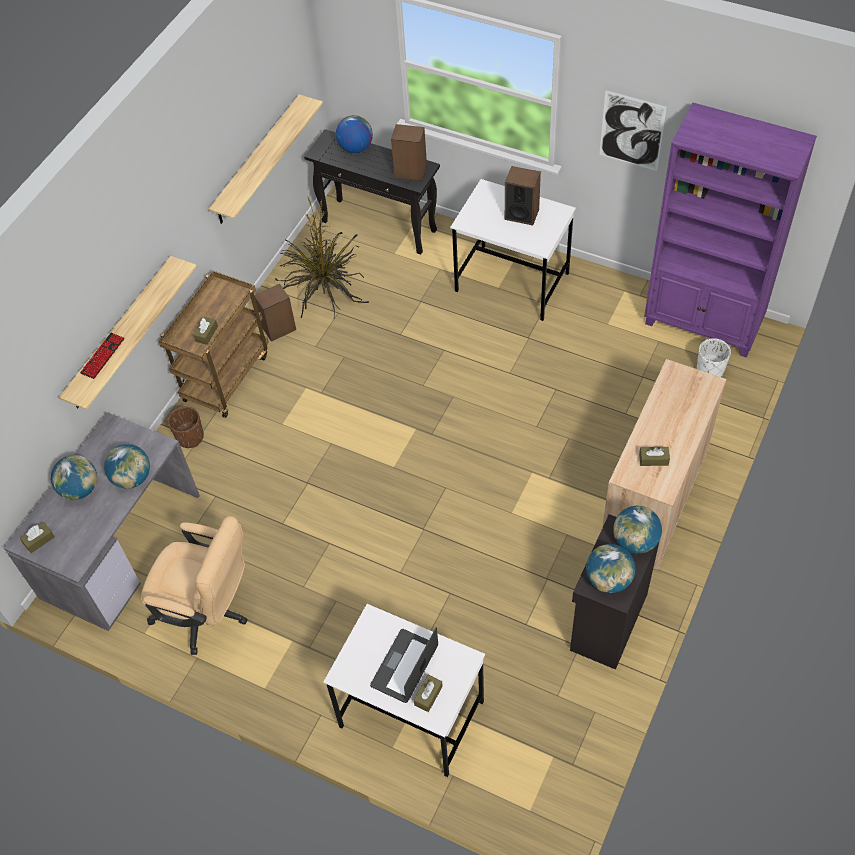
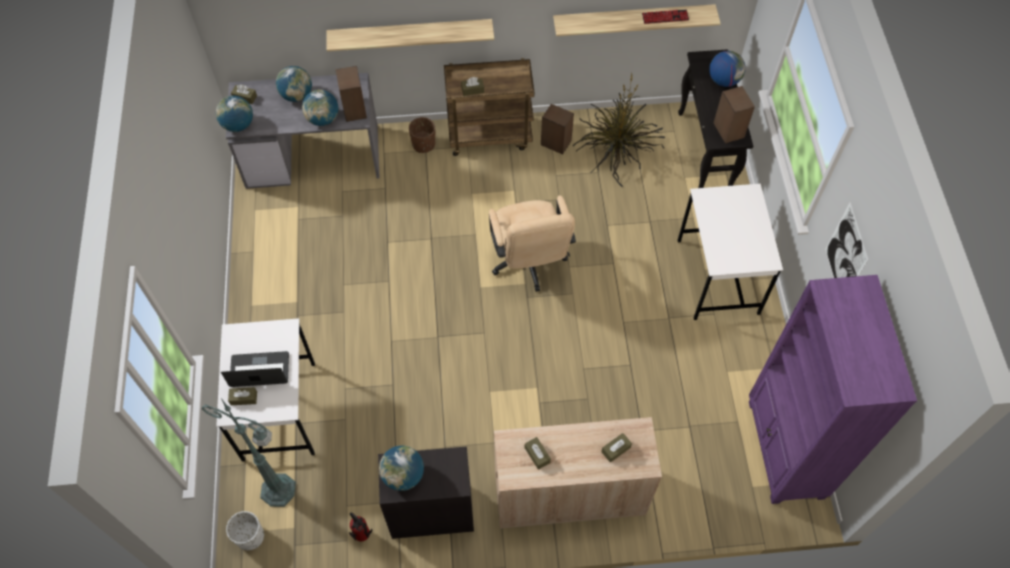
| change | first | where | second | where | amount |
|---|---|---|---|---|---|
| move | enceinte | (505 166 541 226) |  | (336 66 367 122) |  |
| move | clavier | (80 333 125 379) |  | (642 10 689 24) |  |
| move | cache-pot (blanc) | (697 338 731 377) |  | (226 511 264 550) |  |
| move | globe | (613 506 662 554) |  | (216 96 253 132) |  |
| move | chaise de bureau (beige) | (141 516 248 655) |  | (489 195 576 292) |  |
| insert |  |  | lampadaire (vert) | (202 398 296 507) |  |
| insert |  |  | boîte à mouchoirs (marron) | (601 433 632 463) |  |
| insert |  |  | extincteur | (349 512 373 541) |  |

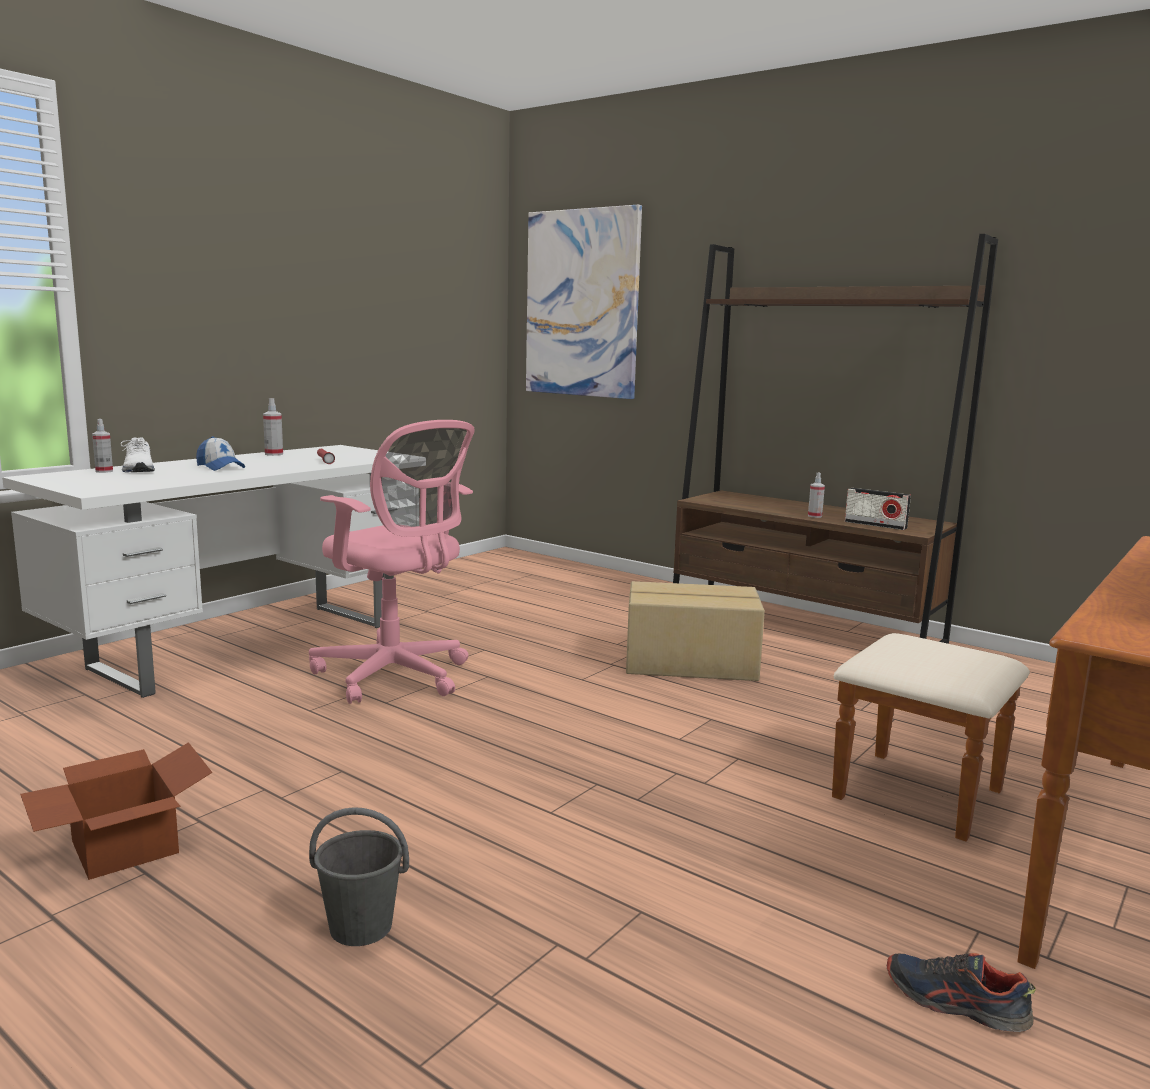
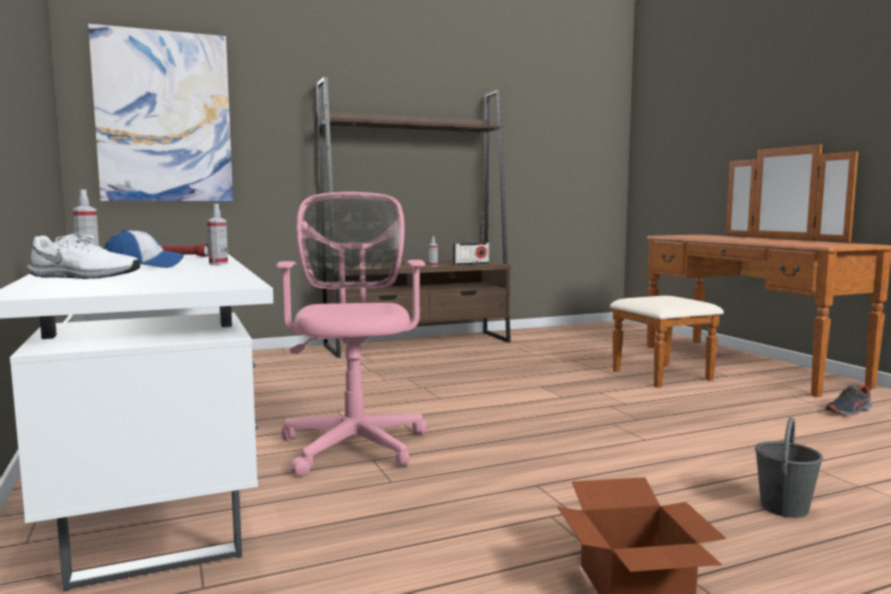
| change | first | where | second | where | amount |
|---|---|---|---|---|---|
| move | vaporisateur | (92 419 113 473) |  | (207 204 228 265) |  |
| rotate | chaise de bureau (rose) | (309 420 475 704) |  | (276 192 427 477) | 75 degrees counterclockwise |
| delete | carton | (626 581 765 681) |  |  |  |

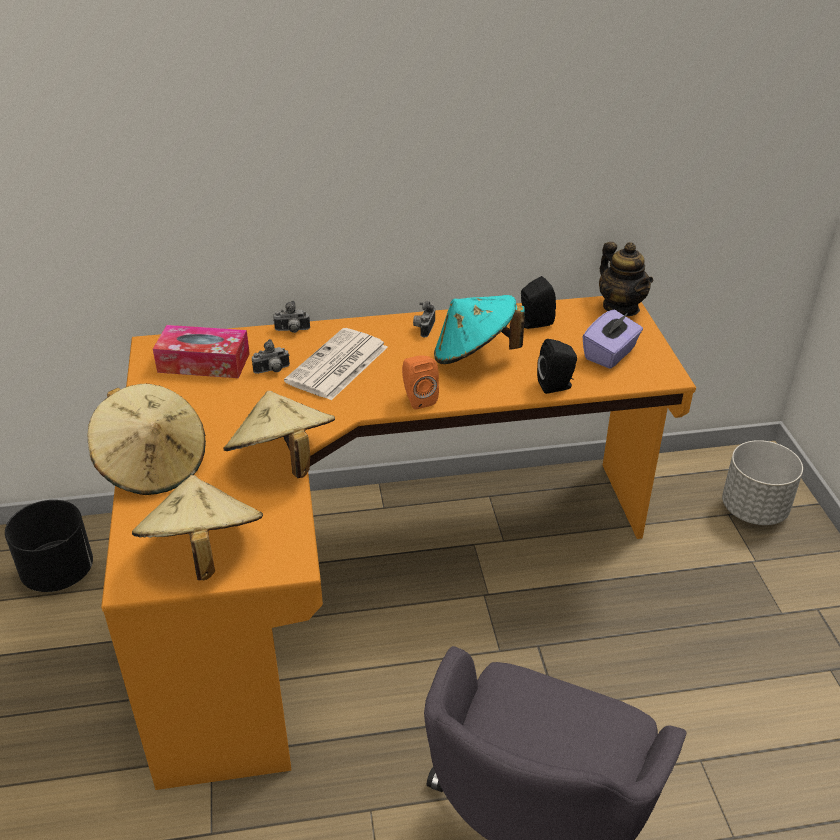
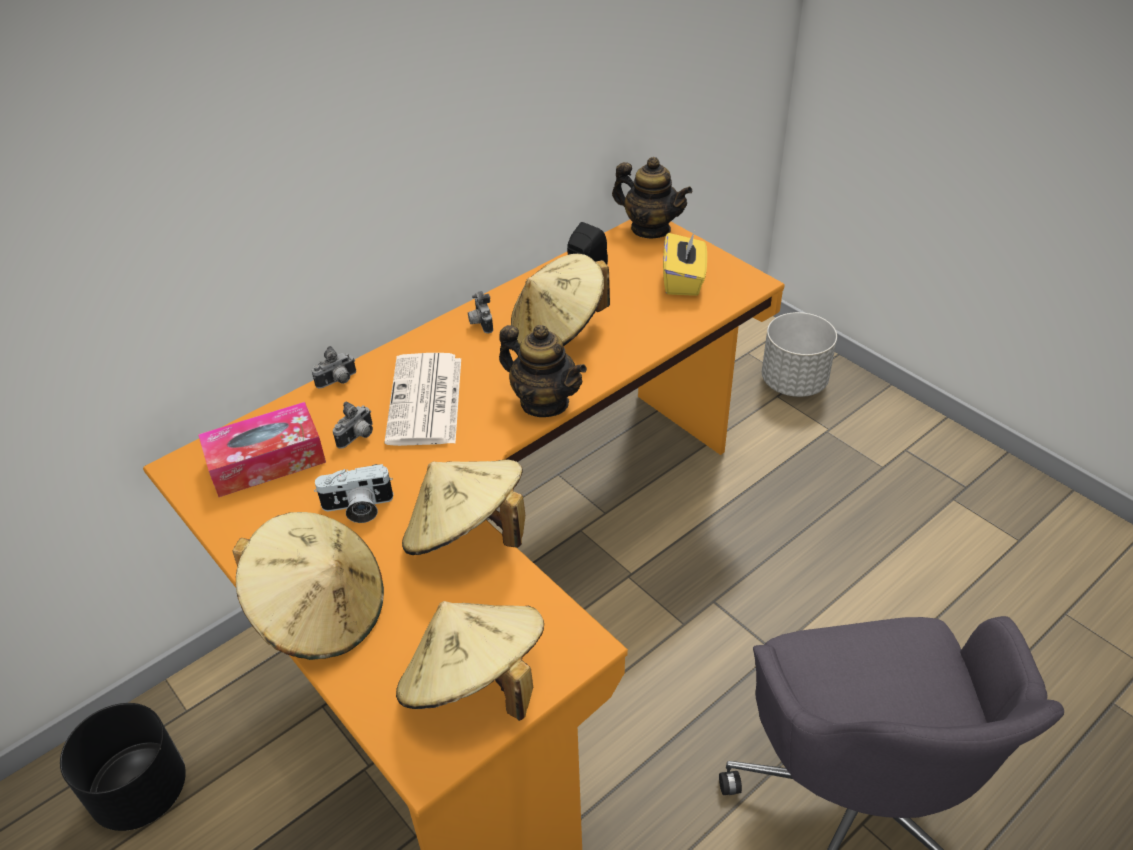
| change | first | where | second | where | amount |
|---|---|---|---|---|---|
| recolor | chapeau (turquoise) | (434 295 525 364) | chapeau (beige) | (511 254 610 346) |  |
| recolor | boîte à mouchoirs (violet) | (583 310 643 369) | boîte à mouchoirs (jaune) | (663 231 707 296) |  |
| delete | enceinte (noir) | (537 339 577 394) |  |  |  |
| replace | enceinte (orange) | (402 355 439 410) | théière | (499 325 587 417) |  |
| insert |  |  | appareil photo | (314 464 394 523) |  |

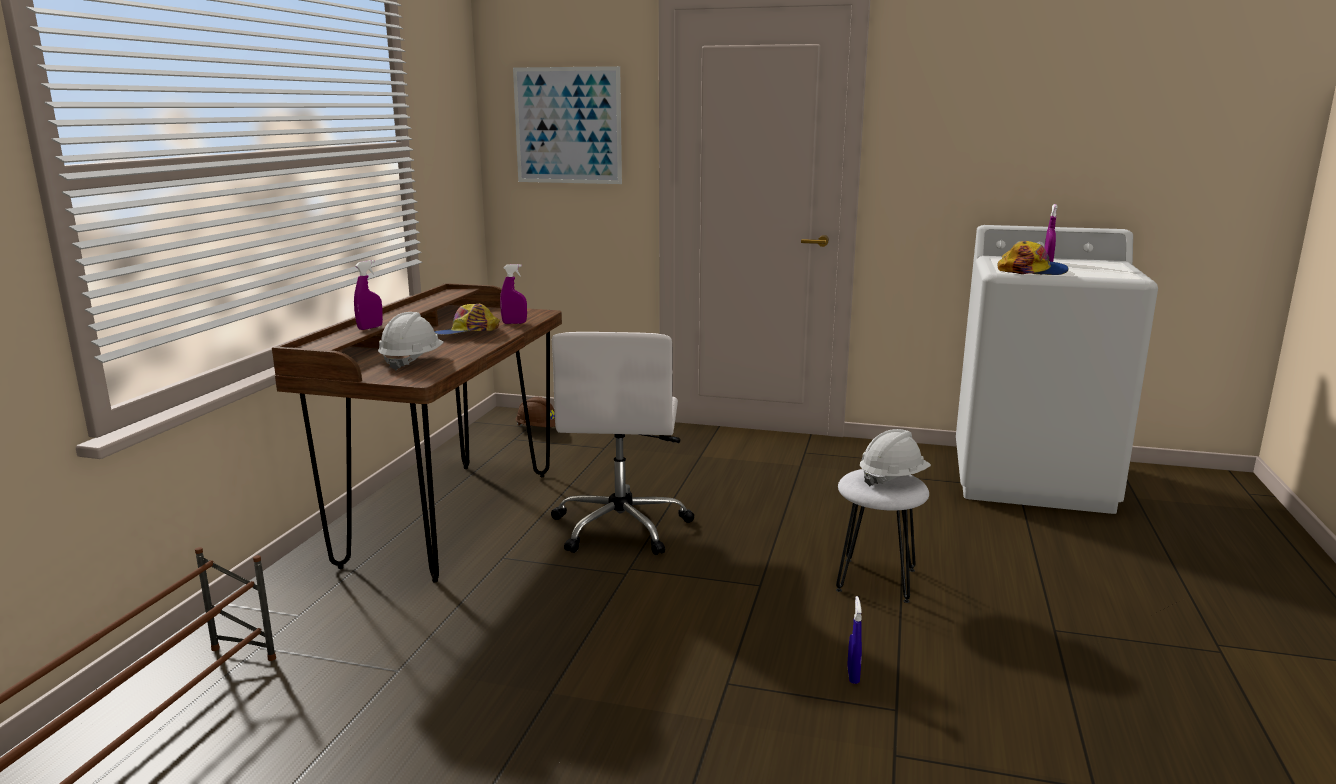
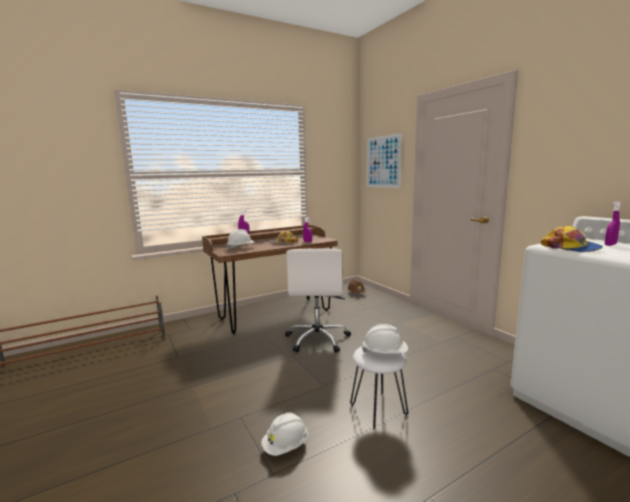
| change | first | where | second | where | amount |
|---|---|---|---|---|---|
| rotate | chaise de bureau (blanc) | (551 332 695 555) |  | (285 248 351 353) | 45 degrees counterclockwise |
| replace | vaporisateur (bleu) | (847 596 862 684) | casque de chantier (blanc) | (261 412 308 456) |  |

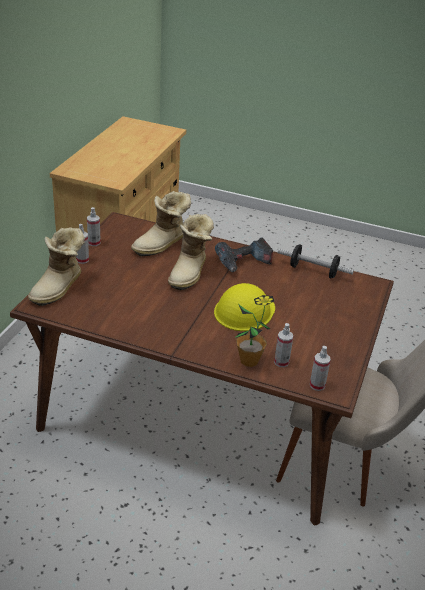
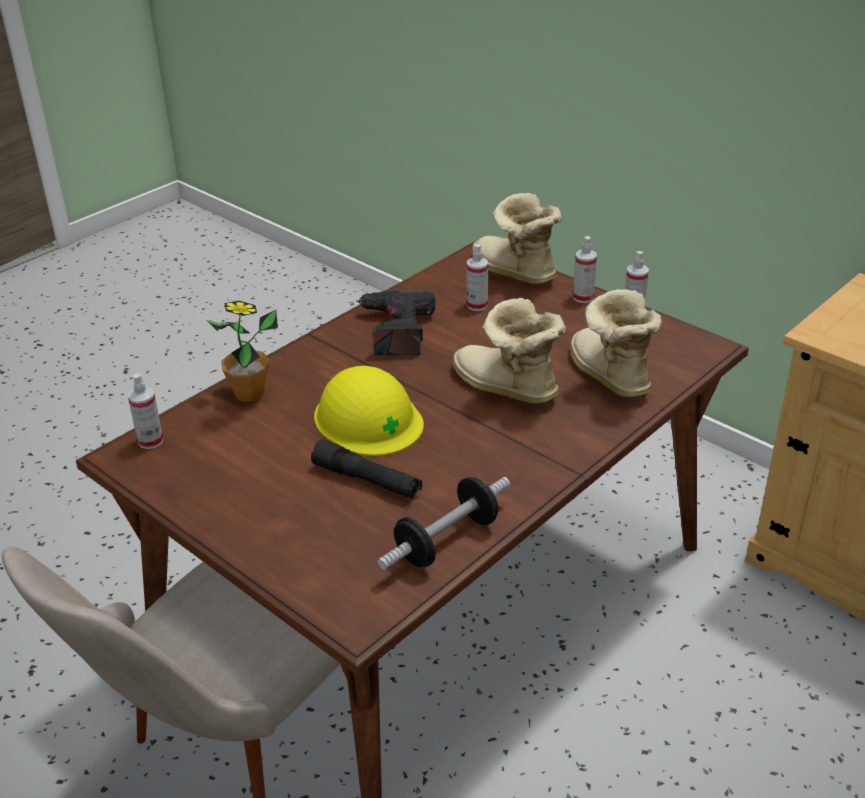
| change | first | where | second | where | amount |
|---|---|---|---|---|---|
| move | perceuse | (215 237 273 272) |  | (357 290 436 356) |  |
| move | vaporisateur | (274 323 294 367) |  | (467 244 488 311) |  |
| insert |  |  | lampe de poche (noir) | (311 440 422 499) |  |

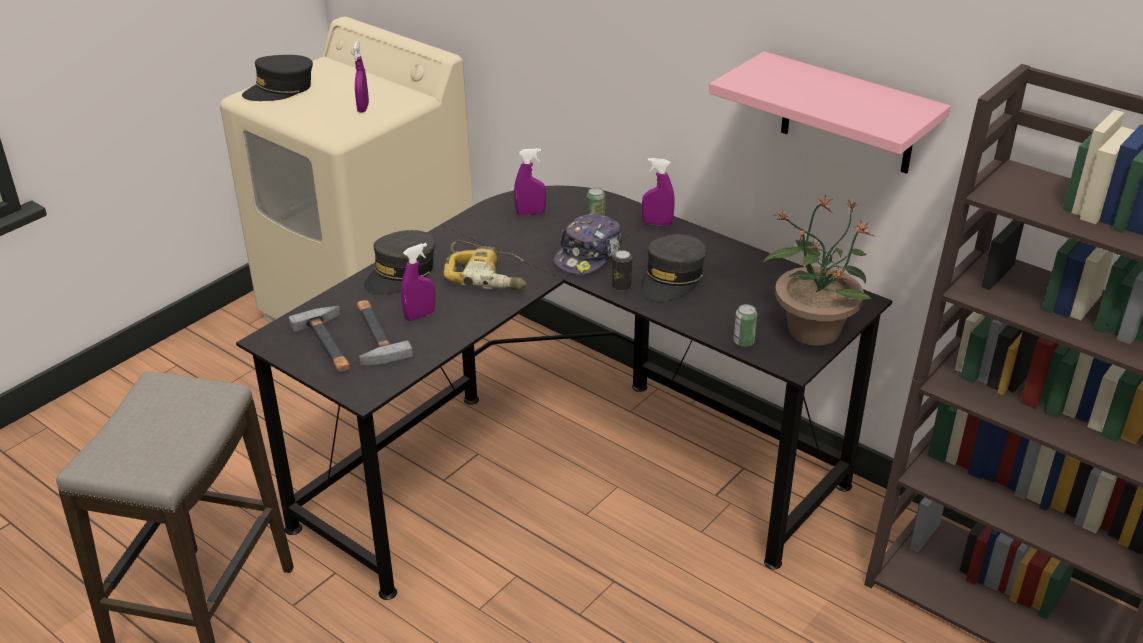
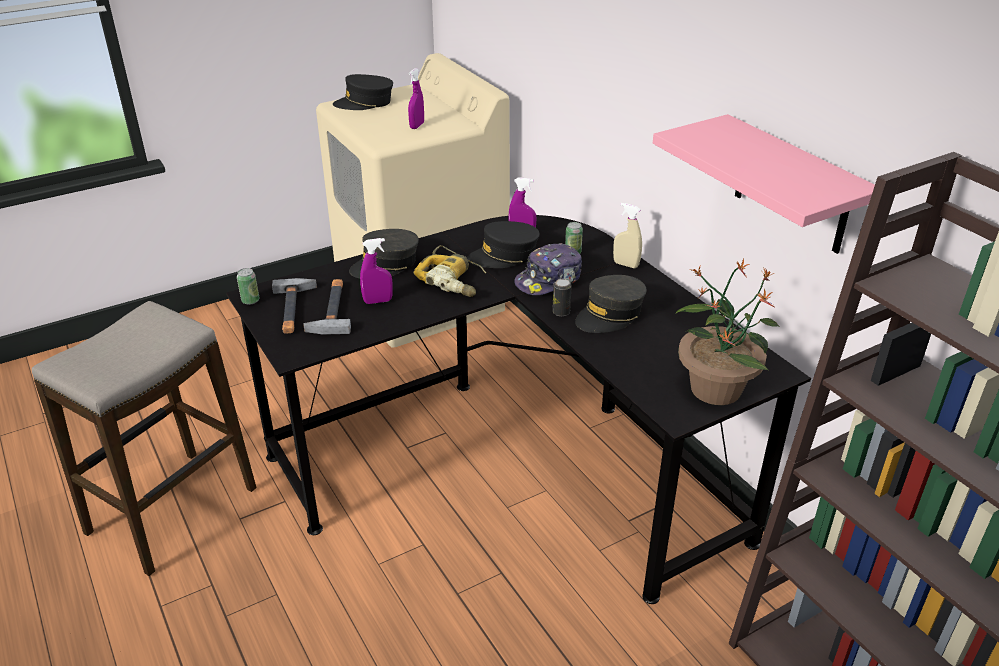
| change | first | where | second | where | amount |
|---|---|---|---|---|---|
| recolor | vaporisateur (violet) | (642 158 675 226) | vaporisateur (beige) | (613 203 642 268) |  |
| move | boîte métallique | (733 304 757 347) |  | (237 268 259 305) |  |
| insert |  |  | casquette (noir) | (467 221 539 268) |  |

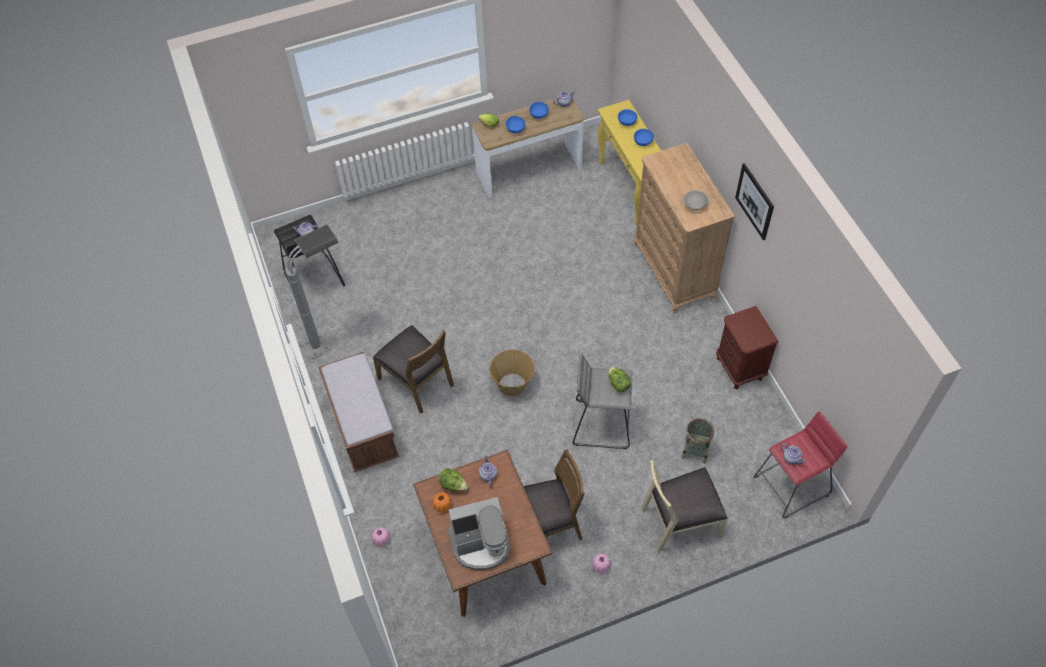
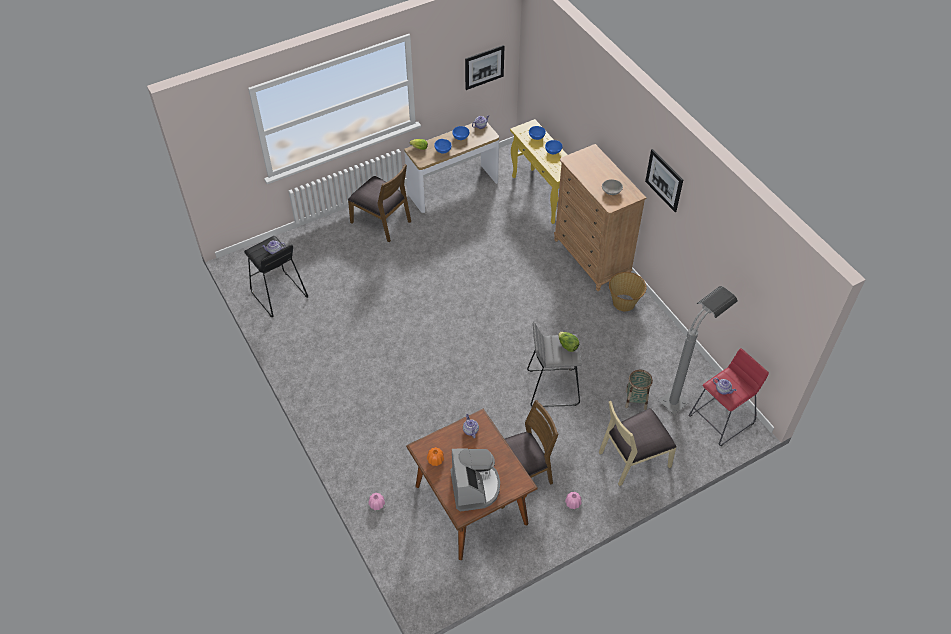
| change | first | where | second | where | amount |
|---|---|---|---|---|---|
| move | lampadaire (gris) | (286 224 339 359) |  | (659 286 738 415) |  |
| delete | table de chevet (marron) | (716 306 779 390) |  |  |  |
| move | chaise (marron) | (373 325 454 414) |  | (348 164 411 242) |  |
| move | panier | (490 350 535 397) |  | (609 272 646 311) |  |
| delete | banc (marron) | (318 352 399 472) |  |  |  |
| delete | laitue | (439 468 468 492) |  |  |  |
| rotate | machine à café | (448 497 510 570) |  | (450 449 500 512) | 75 degrees counterclockwise |
| insert |  |  | tableau | (465 45 504 90) |  |

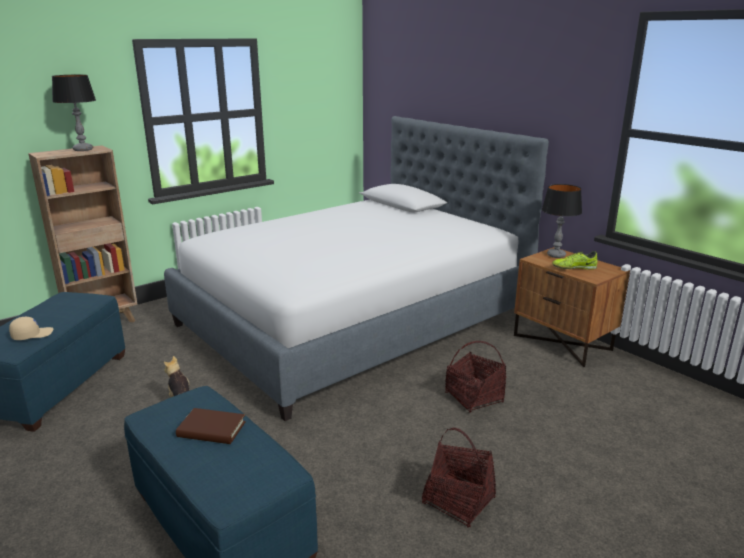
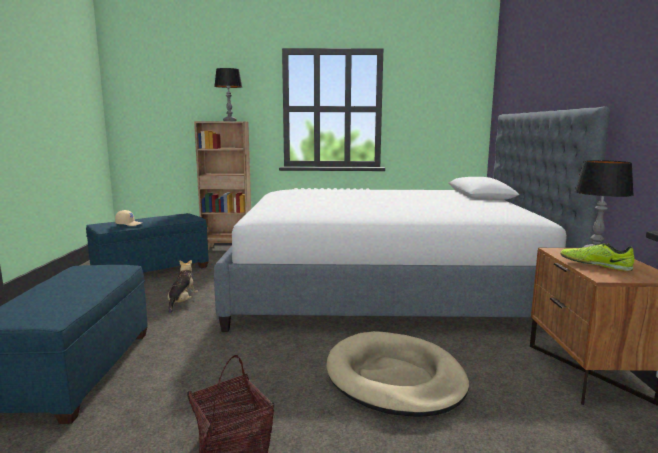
| change | first | where | second | where | amount |
|---|---|---|---|---|---|
| replace | panier | (445 341 506 413) | panier pour chien (beige) | (326 331 469 417) |  |
| delete | livre (marron) | (176 408 246 444) |  |  |  |

